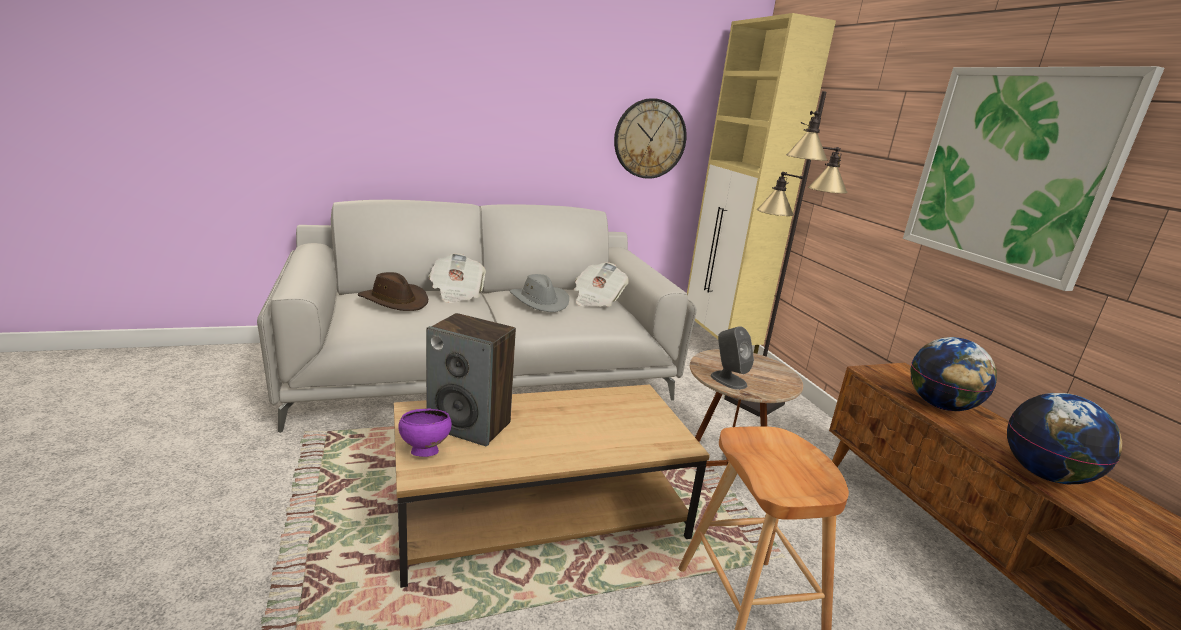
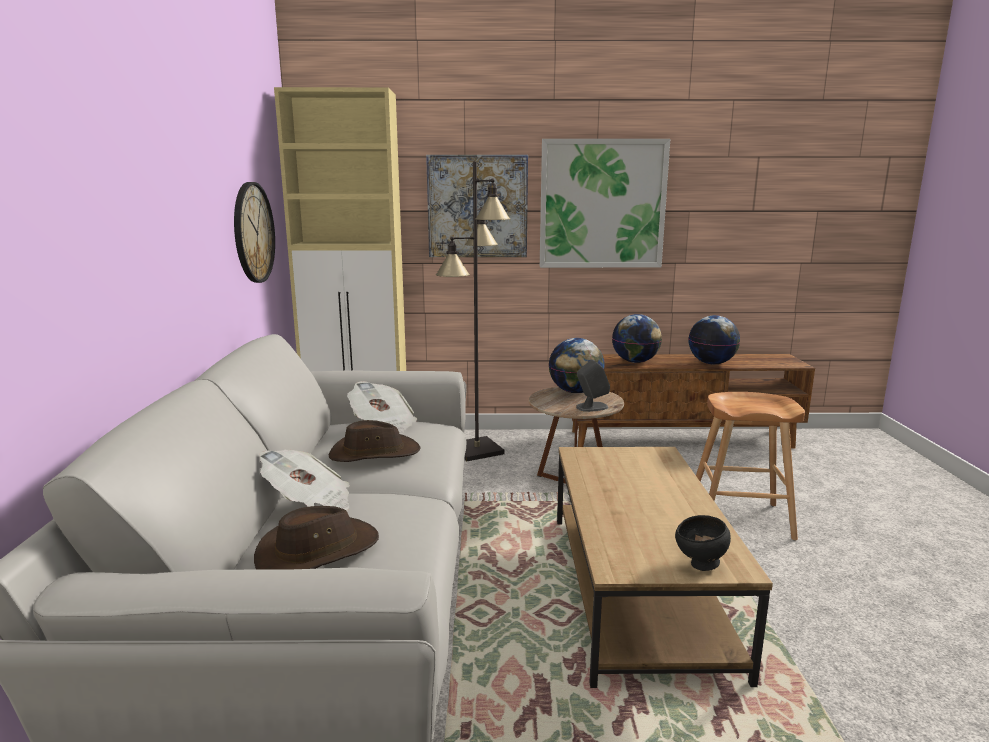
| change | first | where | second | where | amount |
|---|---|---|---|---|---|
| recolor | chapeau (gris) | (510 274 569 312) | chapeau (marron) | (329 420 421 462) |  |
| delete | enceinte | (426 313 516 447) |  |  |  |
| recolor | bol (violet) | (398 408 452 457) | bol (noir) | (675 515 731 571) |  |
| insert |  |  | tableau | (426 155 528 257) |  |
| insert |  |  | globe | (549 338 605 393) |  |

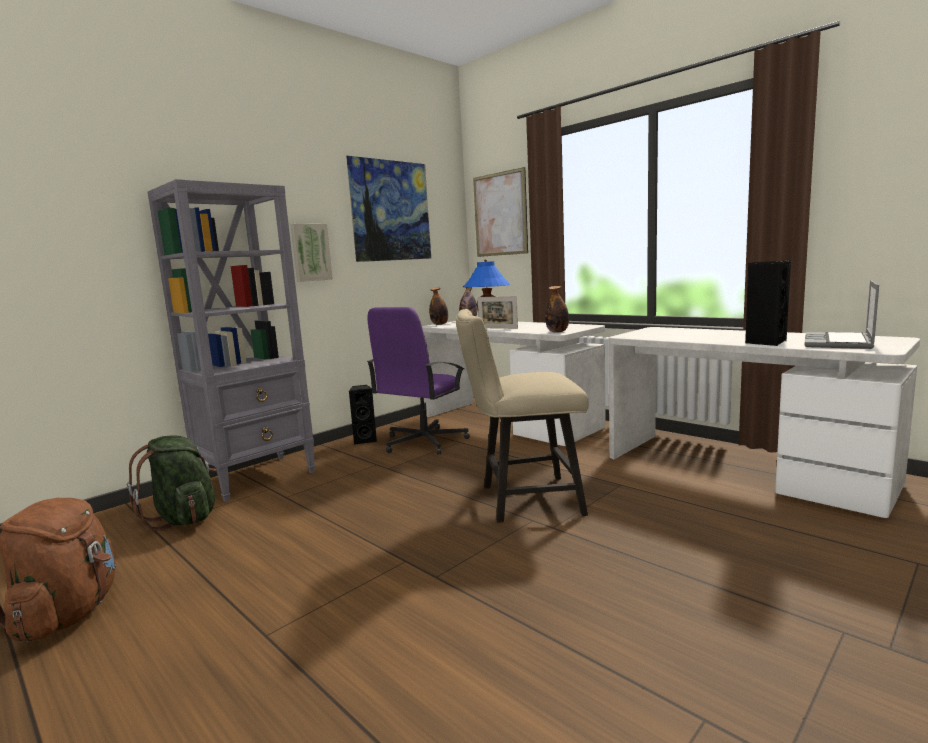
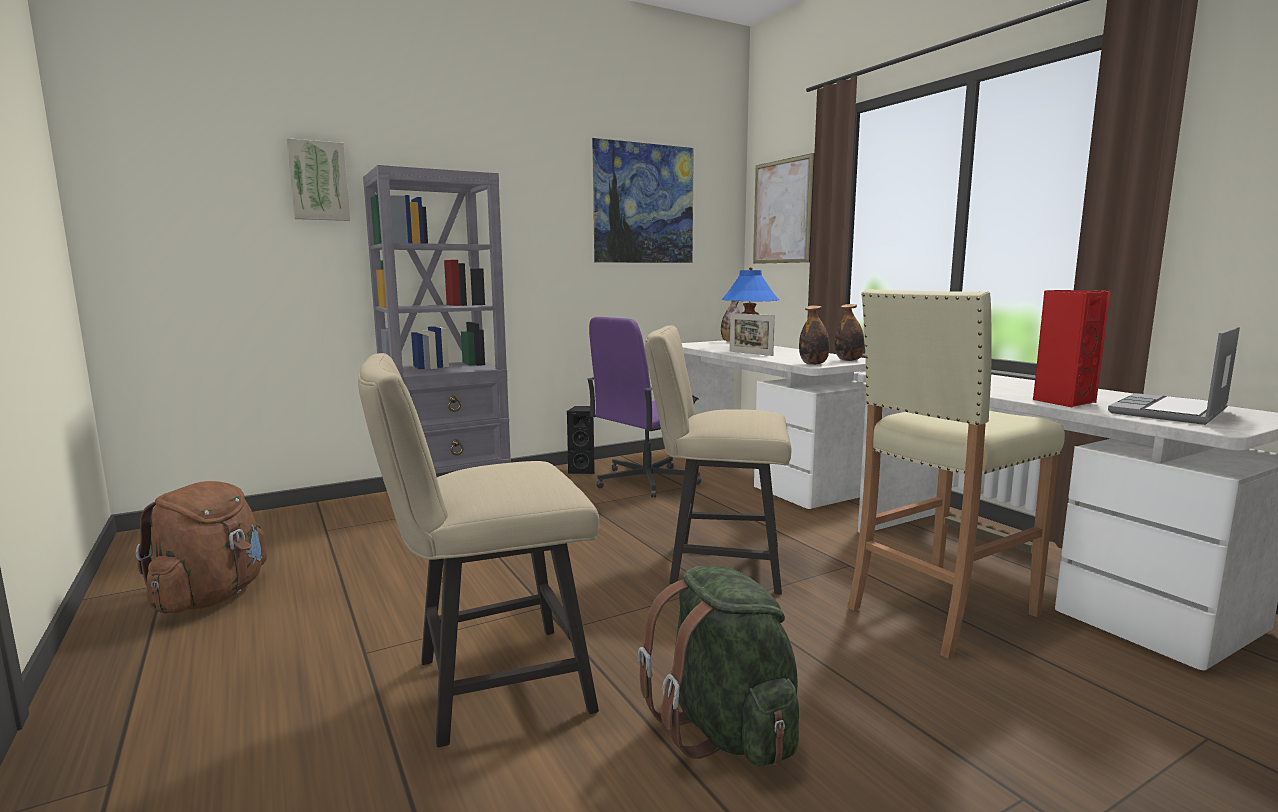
| change | first | where | second | where | amount |
|---|---|---|---|---|---|
| move | tableau | (290 224 333 282) |  | (287 138 350 221) |  |
| recolor | enceinte (noir) | (745 261 791 346) | enceinte (rouge) | (1032 290 1111 408) |  |
| move | bouteille | (429 287 448 325) |  | (835 304 865 361) |  |
| move | sac à dos (vert) | (127 435 217 531) |  | (638 565 799 766) |  |
| insert |  |  | tabouret (beige) | (848 289 1065 659) |  |
| insert |  |  | chaise (beige) | (358 353 599 747) |  |

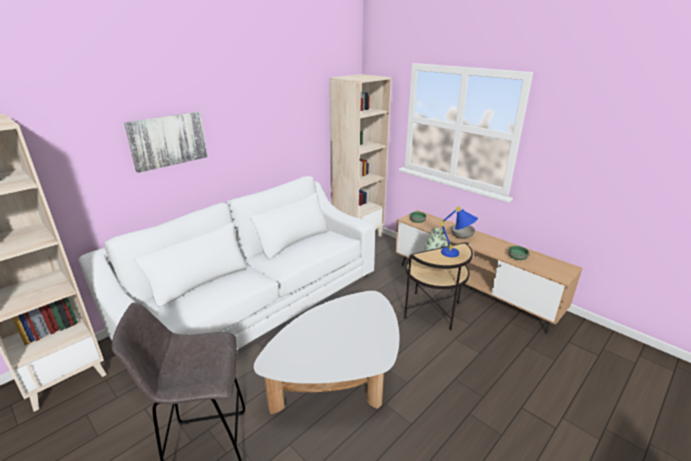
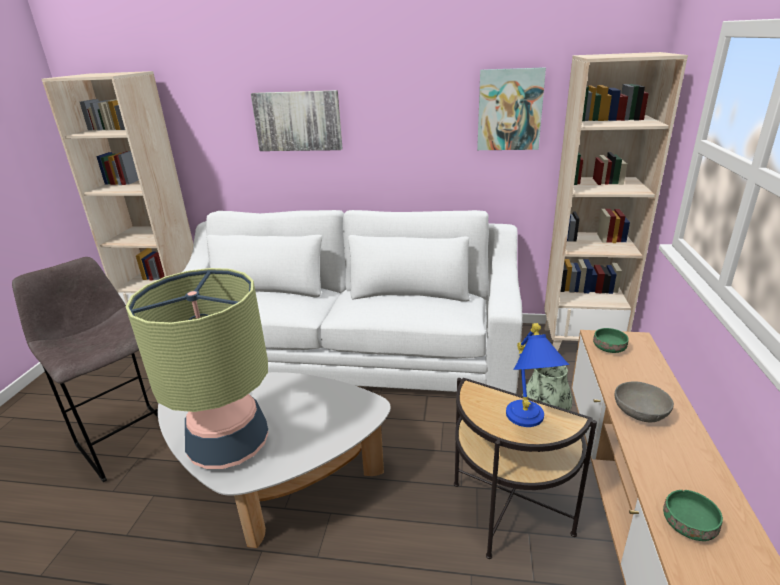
| change | first | where | second | where | amount |
|---|---|---|---|---|---|
| insert |  |  | tableau | (477 67 546 150) |  |
| insert |  |  | lampe de table | (126 268 269 469) |  |

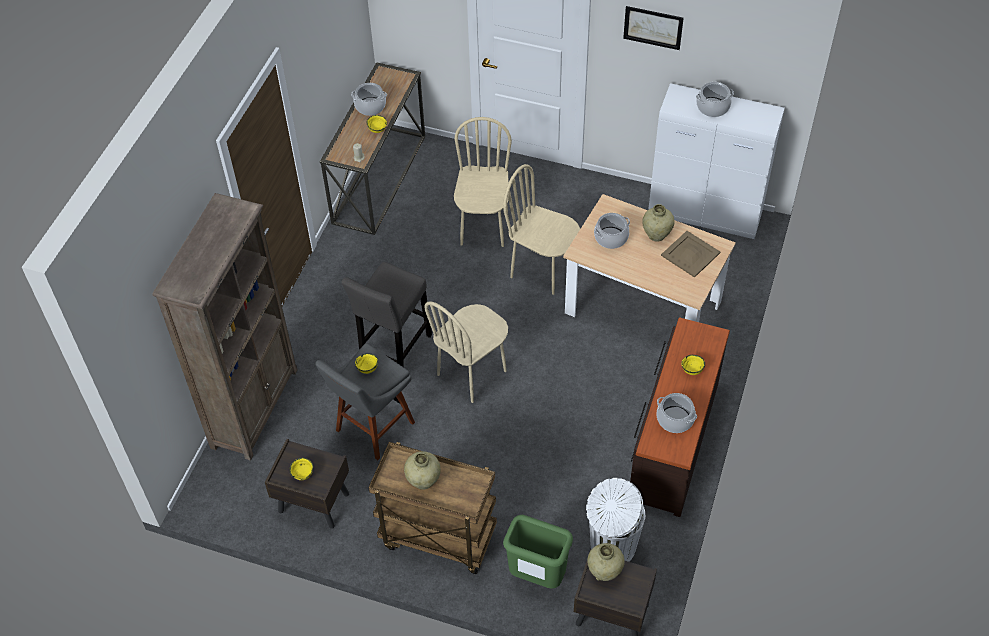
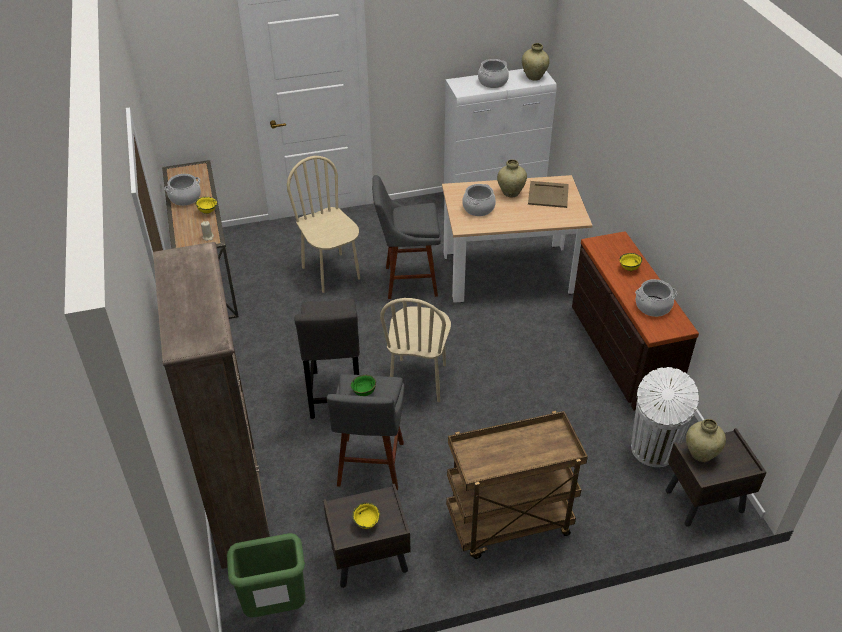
| change | first | where | second | where | amount |
|---|---|---|---|---|---|
| delete | tableau | (623 6 684 50) |  |  |  |
| replace | chaise (beige) | (503 164 580 295) | tabouret (gris) | (372 175 441 299) |  |
| recolor | bol (jaune) | (355 353 378 374) | bol (vert) | (351 375 376 396) |  |
| move | vase (beige) | (404 451 441 490) |  | (522 43 550 80) |  |
| move | poubelle (vert) | (503 515 573 589) |  | (227 533 306 617) |  |

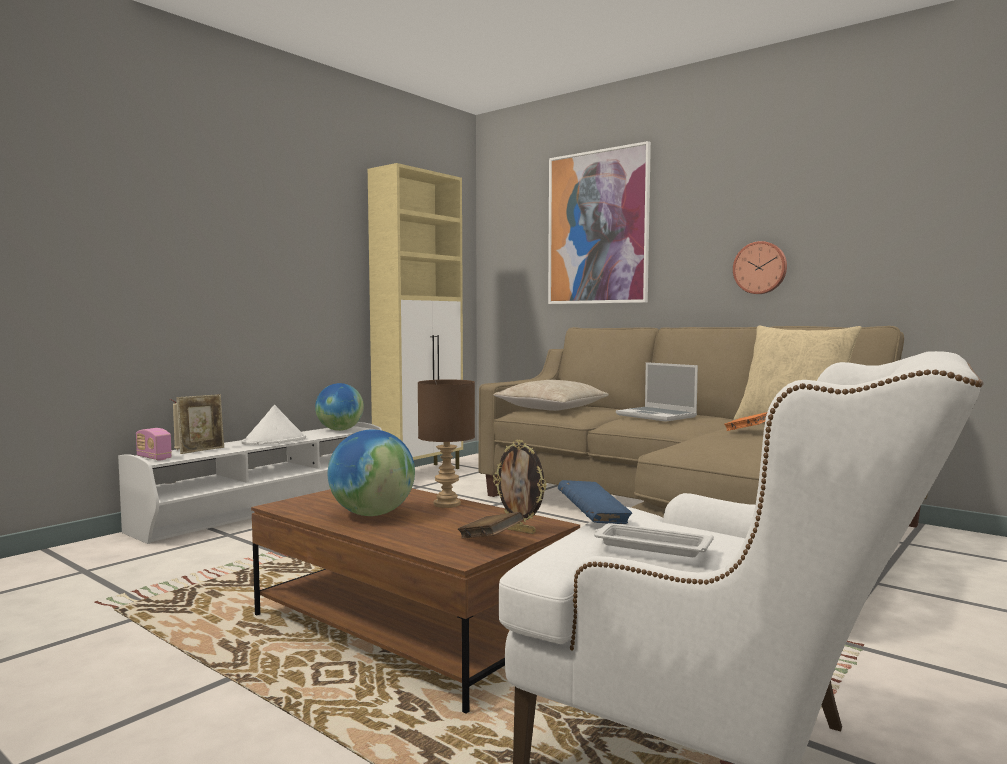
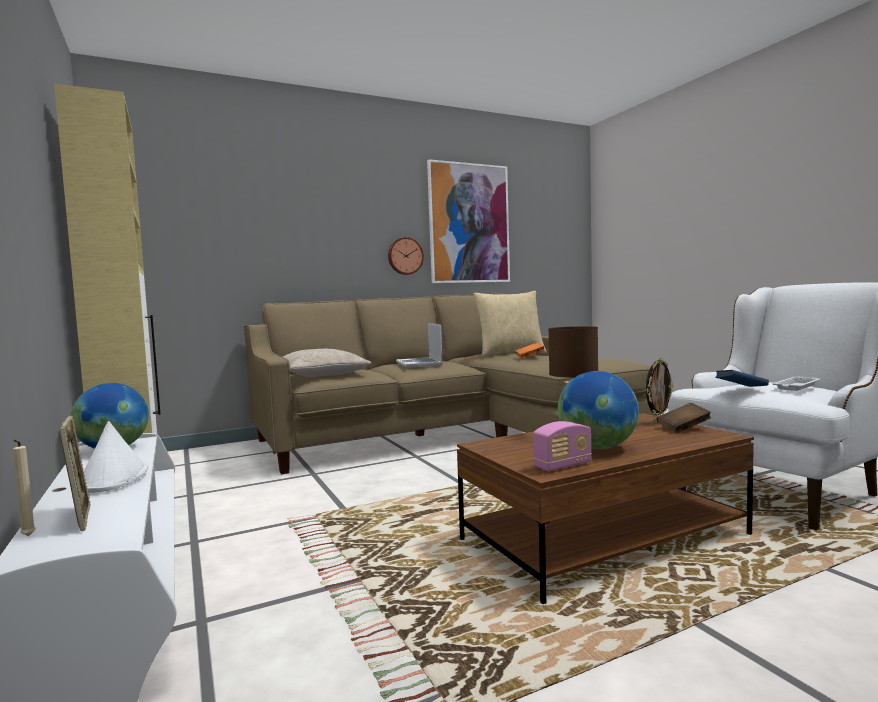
| change | first | where | second | where | amount |
|---|---|---|---|---|---|
| move | tableau | (548 141 651 304) |  | (427 159 510 283) |  |
| rotate | ordinateur portable | (616 362 698 422) |  | (396 323 443 368) | 90 degrees clockwise |
| move | radio | (136 428 172 461) |  | (533 421 592 471) |  |

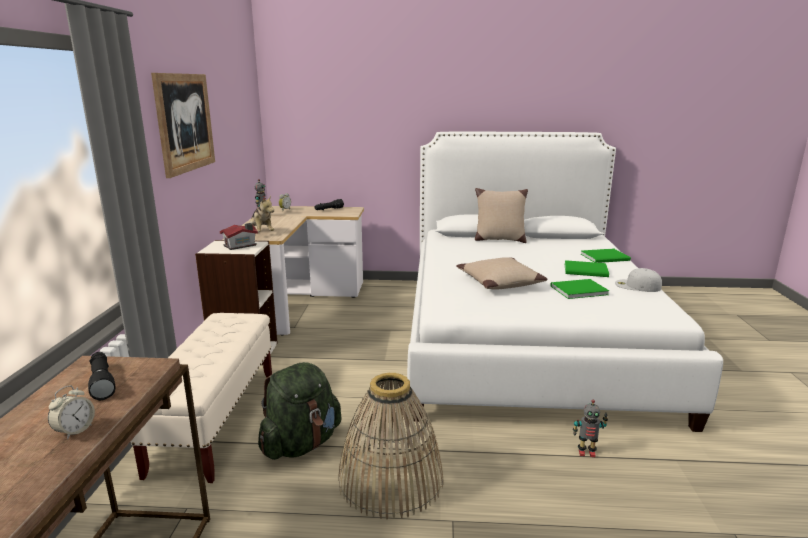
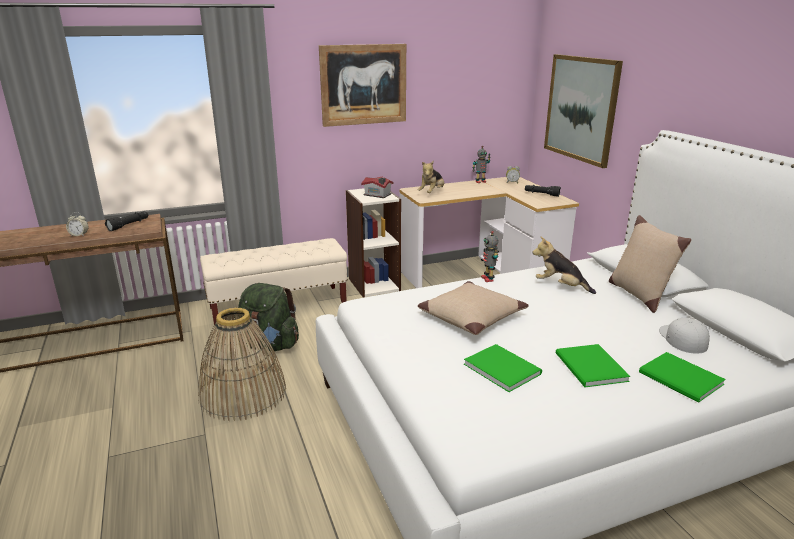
| change | first | where | second | where | amount |
|---|---|---|---|---|---|
| move | casquette (blanc) | (615 268 662 292) |  | (659 318 710 354) |  |
| move | robot jouet | (573 400 608 457) |  | (481 231 499 282) |  |
| insert |  |  | tableau | (544 54 623 168) |  |
| insert |  |  | peluche | (532 237 596 294) |  |

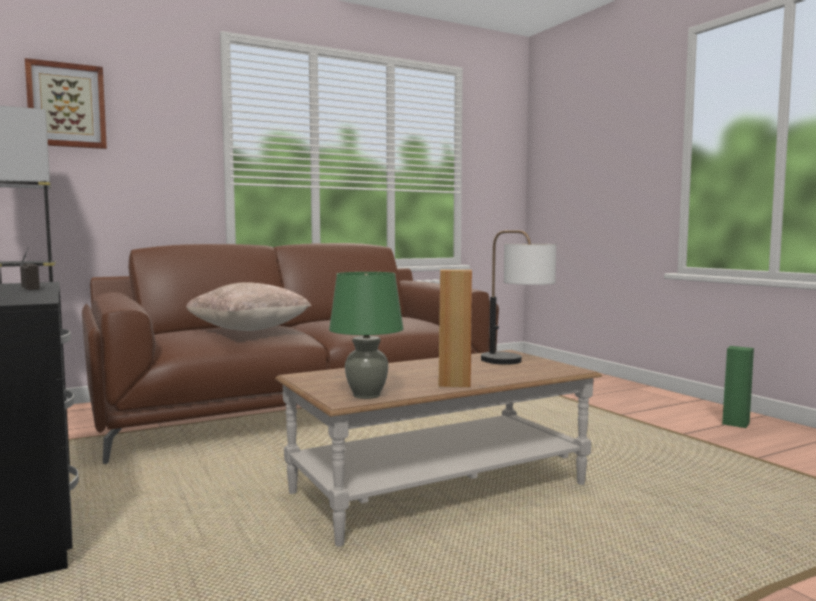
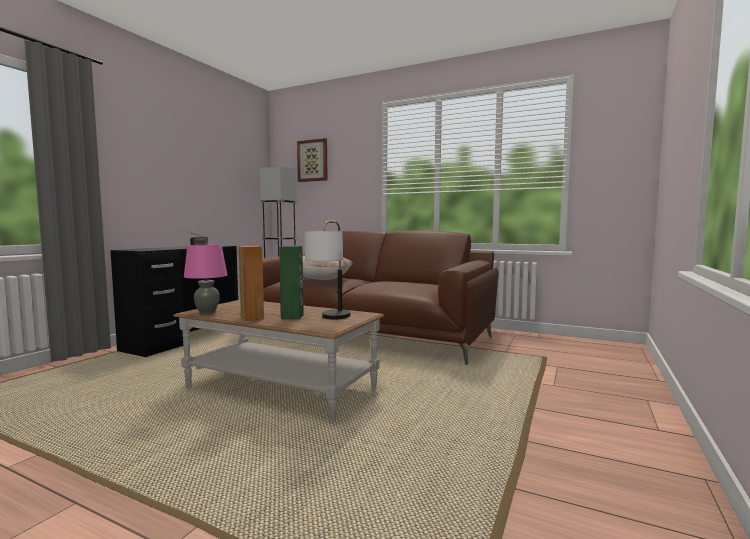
| change | first | where | second | where | amount |
|---|---|---|---|---|---|
| recolor | lampe de table (vert) | (329 272 404 399) | lampe de table (rose) | (184 245 227 314) |  |
| move | enceinte (vert) | (722 346 754 428) |  | (279 246 304 320) |  |

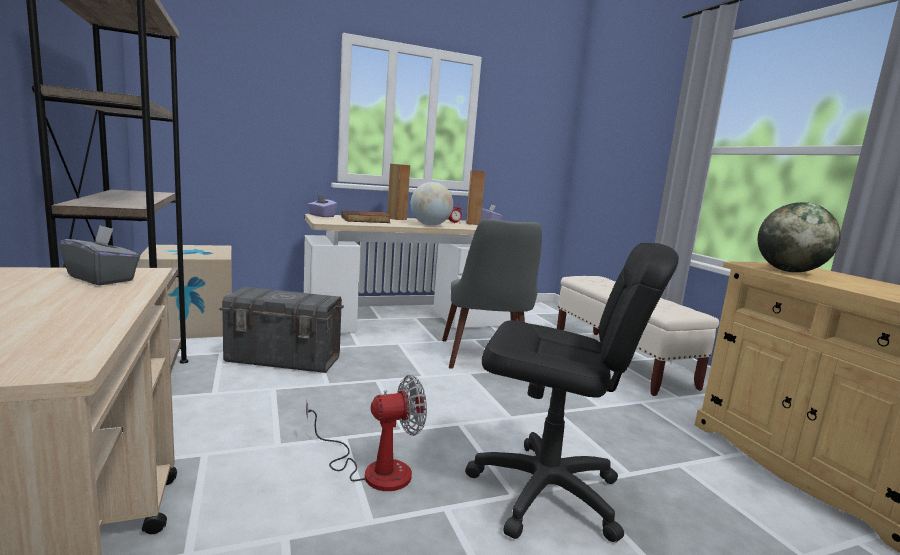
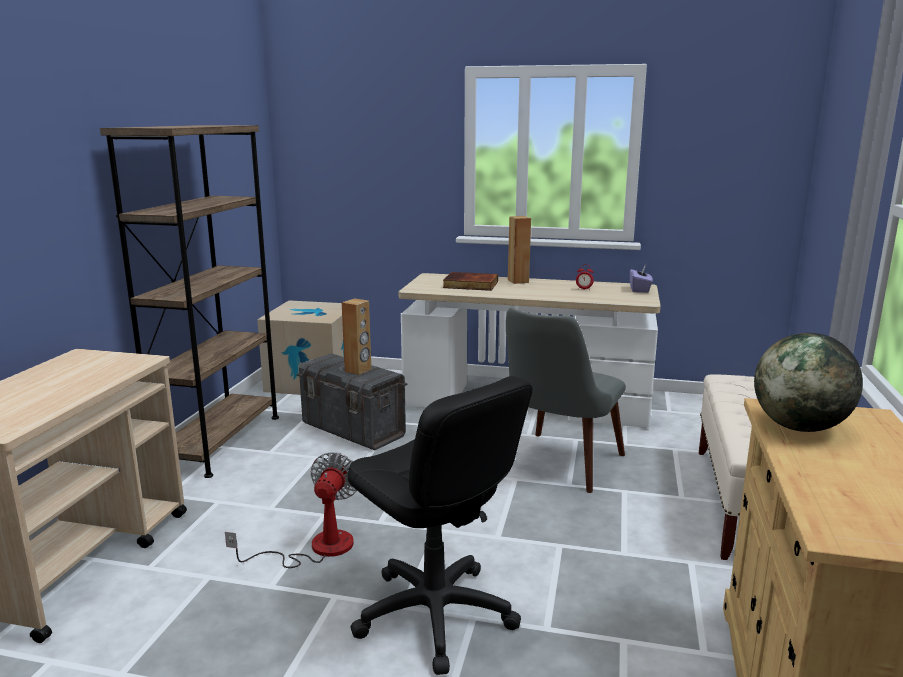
| change | first | where | second | where | amount |
|---|---|---|---|---|---|
| move | enceinte (marron) | (466 170 485 225) |  | (342 298 371 375) |  |
| delete | globe | (410 182 453 226) |  |  |  |
| delete | boîte à mouchoirs (violet) | (308 194 337 217) |  |  |  |
| delete | boîte à mouchoirs (gris) | (59 225 140 285) |  |  |  |
| rotate | ventilateur | (306 375 427 491) |  | (225 452 357 568) | 90 degrees counterclockwise |

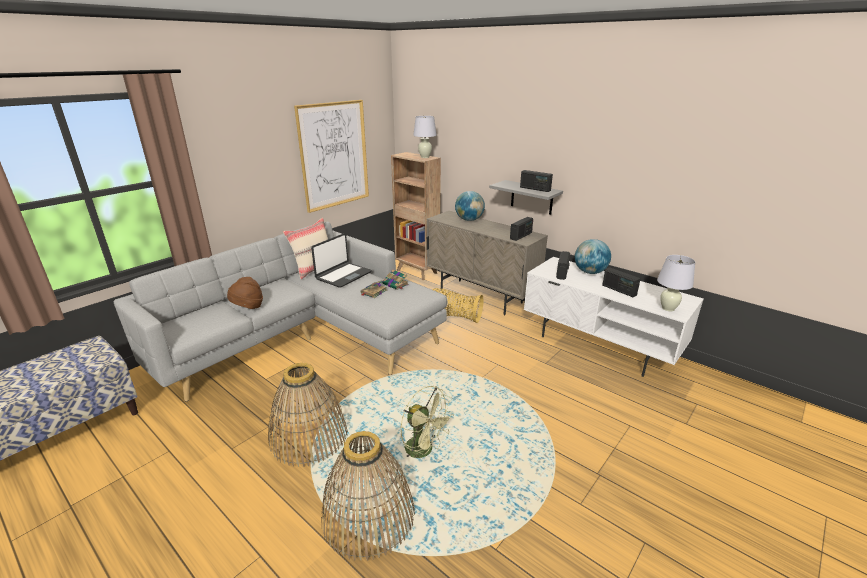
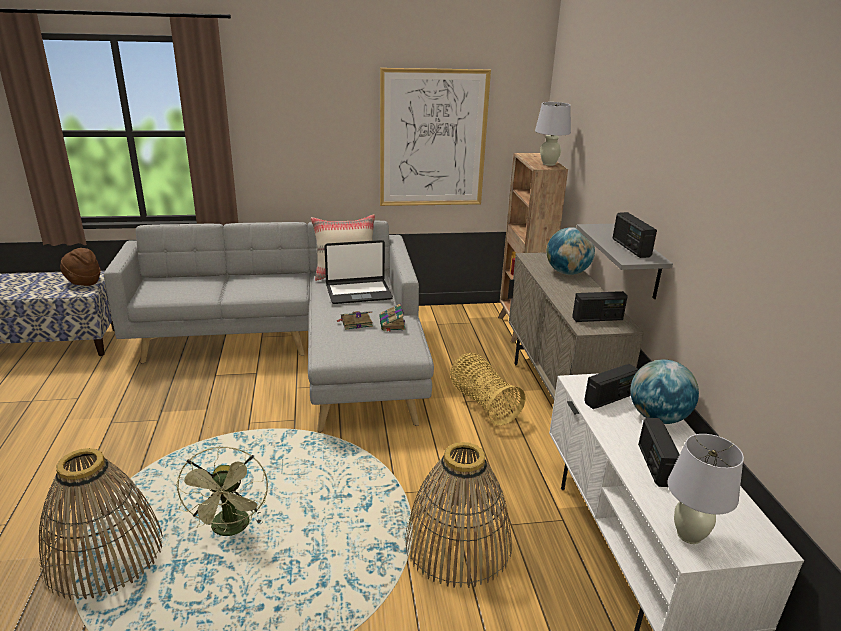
| change | first | where | second | where | amount |
|---|---|---|---|---|---|
| move | chapeau (marron) | (227 277 263 309) |  | (60 248 101 286) |  |
| move | panier | (268 363 348 467) |  | (405 442 512 588) |  |

